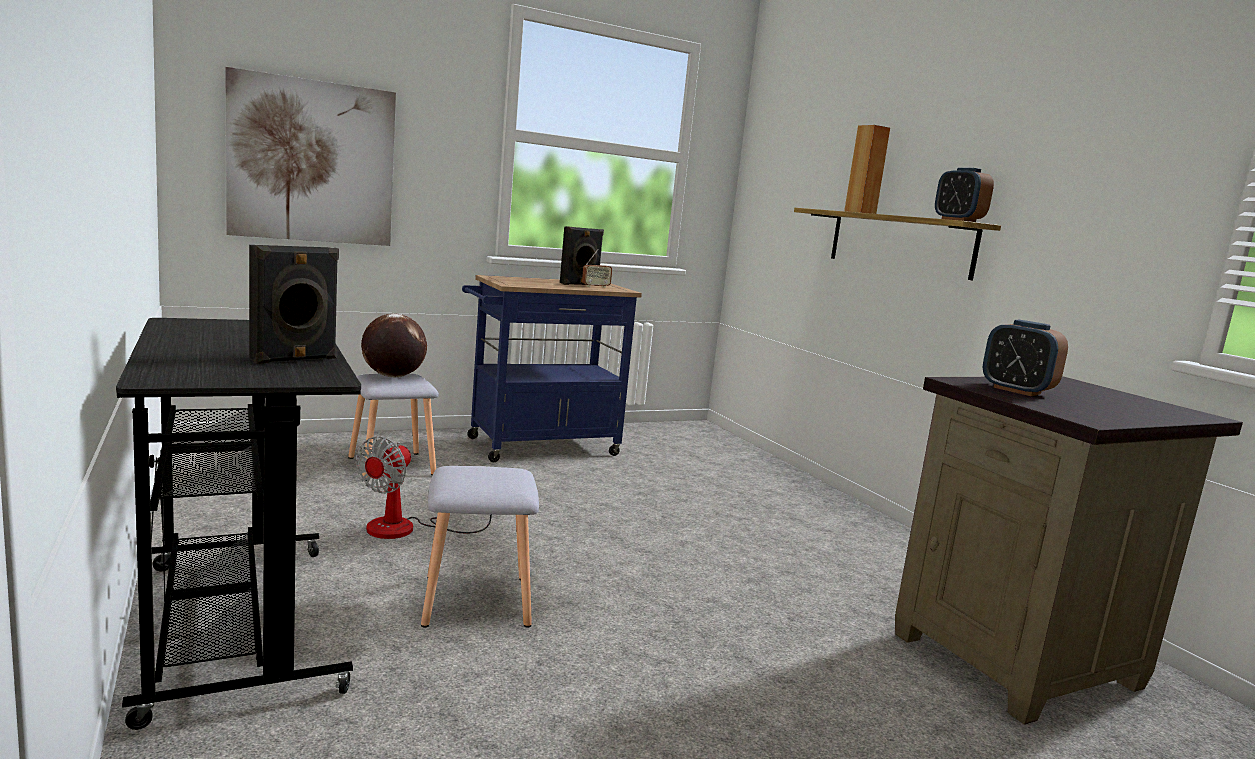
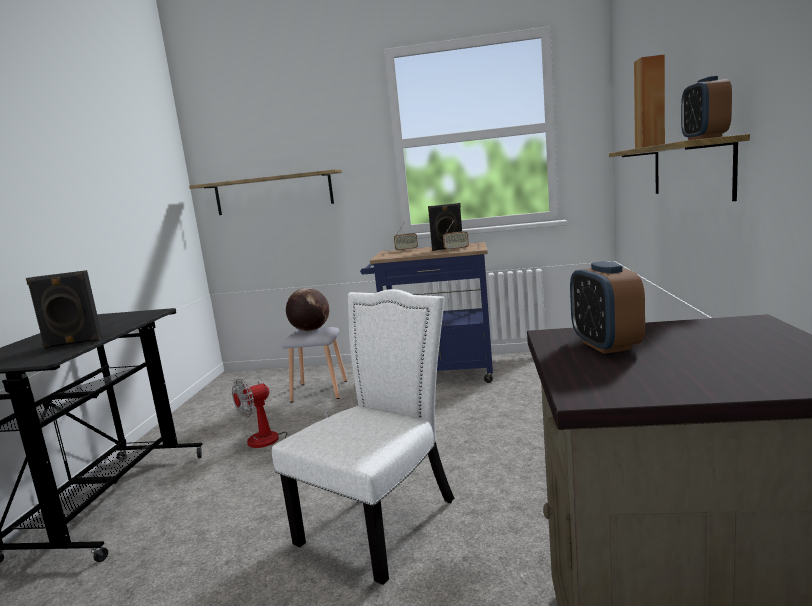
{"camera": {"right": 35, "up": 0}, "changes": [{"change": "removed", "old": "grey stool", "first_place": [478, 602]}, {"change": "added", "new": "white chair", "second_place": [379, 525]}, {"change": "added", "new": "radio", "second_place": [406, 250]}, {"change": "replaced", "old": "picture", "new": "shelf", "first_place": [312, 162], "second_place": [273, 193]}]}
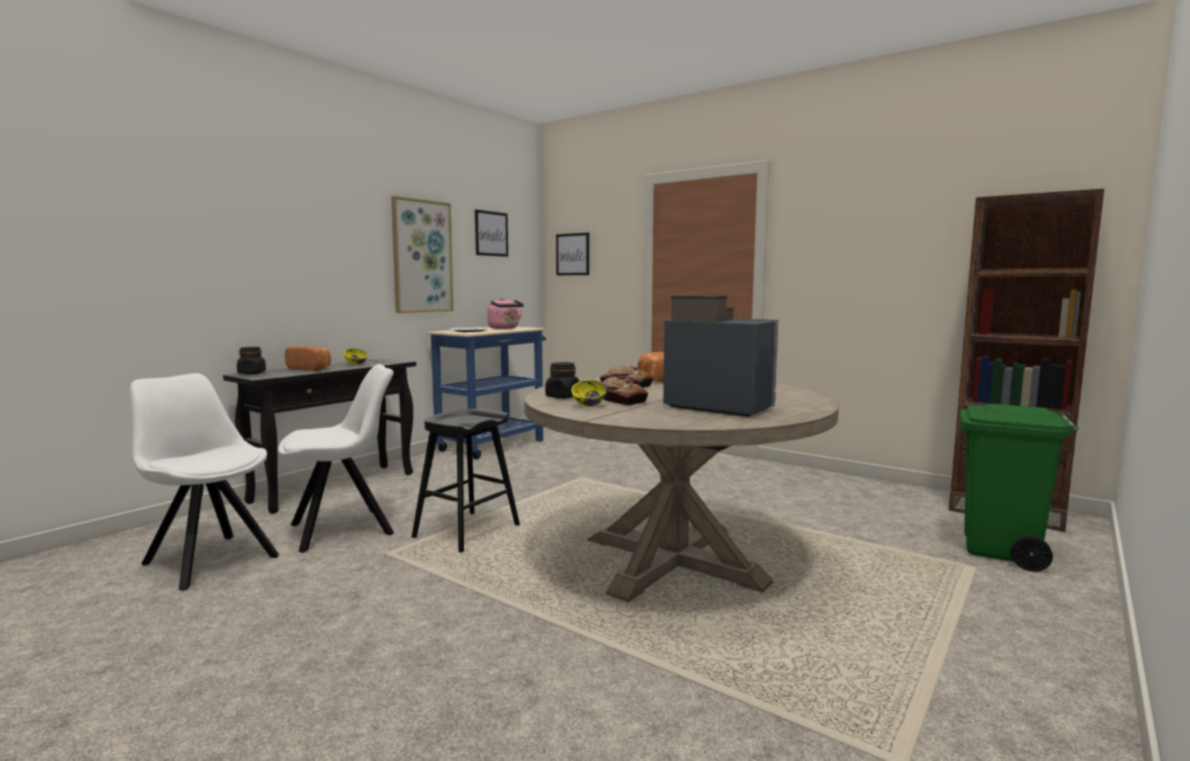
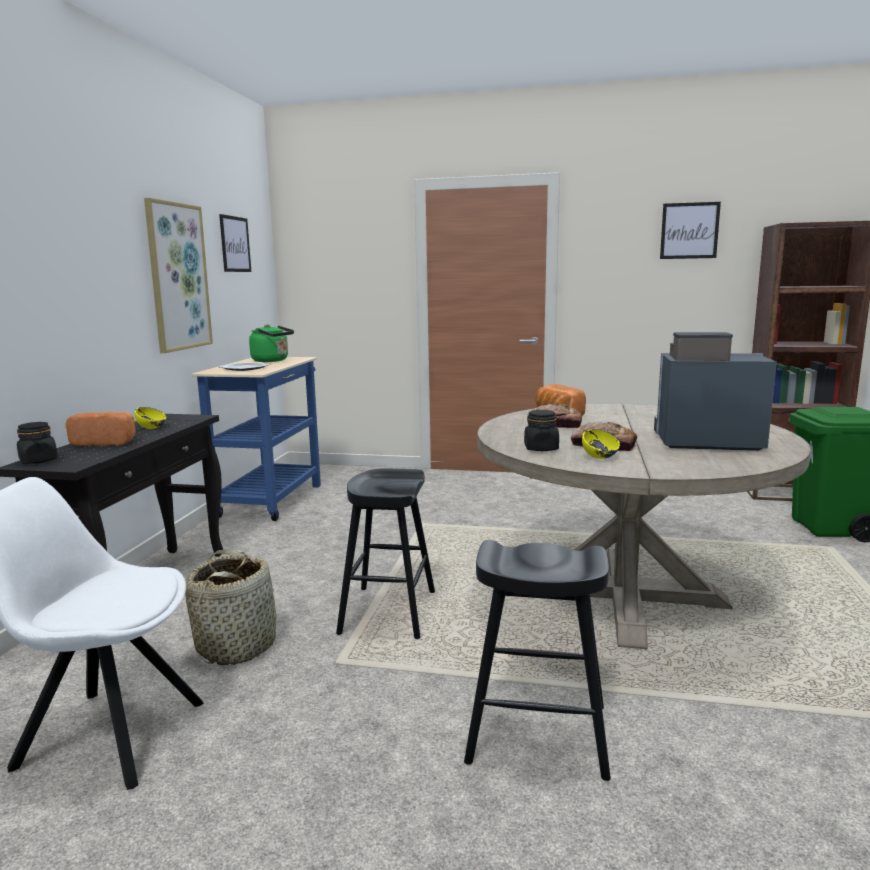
{"camera": {"right": -25, "up": 5}, "changes": [{"change": "added", "new": "black stool", "second_place": [538, 734]}, {"change": "moved", "old": "picture", "first_place": [572, 254], "second_place": [689, 230]}, {"change": "replaced", "old": "white chair", "new": "basket", "first_place": [343, 530], "second_place": [237, 645]}, {"change": "recoloured", "old": "pink kettle", "new": "green kettle", "first_place": [505, 328], "second_place": [272, 361]}]}
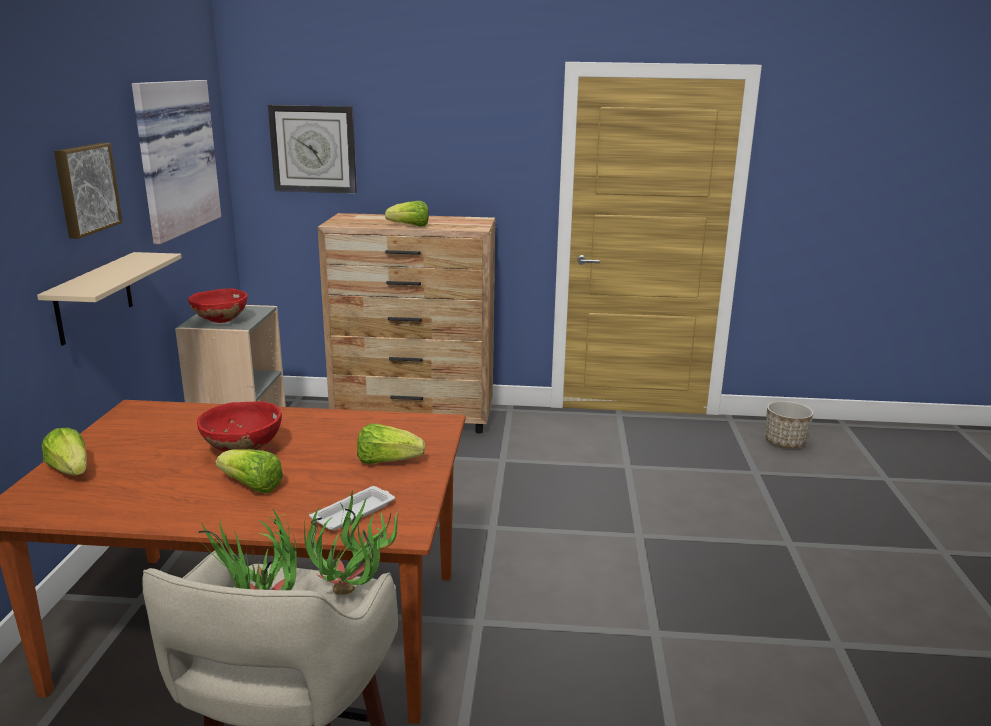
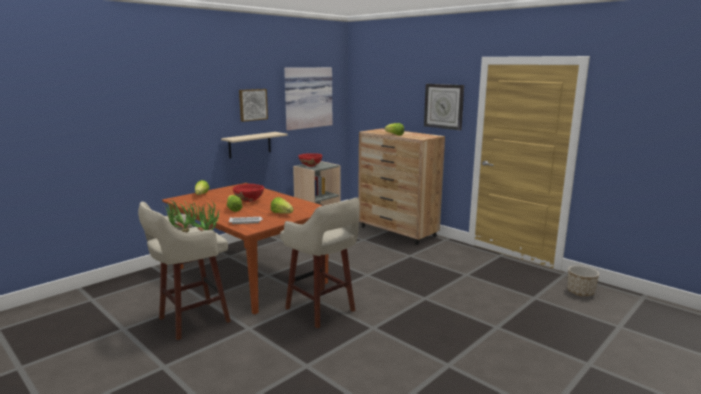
{"camera": {"right": 40, "up": -5}, "changes": [{"change": "added", "new": "beige stool", "second_place": [322, 311]}, {"change": "moved", "old": "wall clock", "first_place": [313, 149], "second_place": [444, 106]}]}
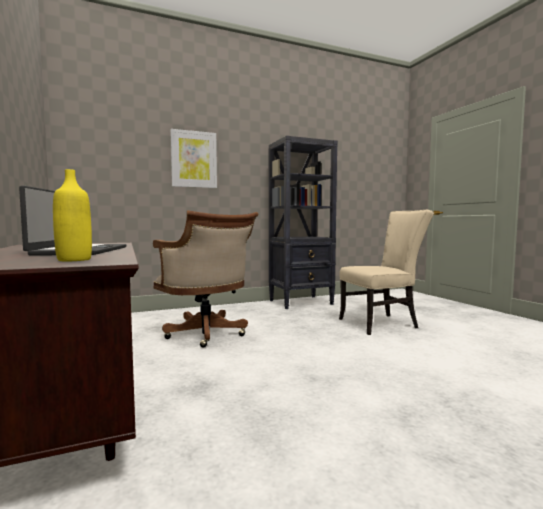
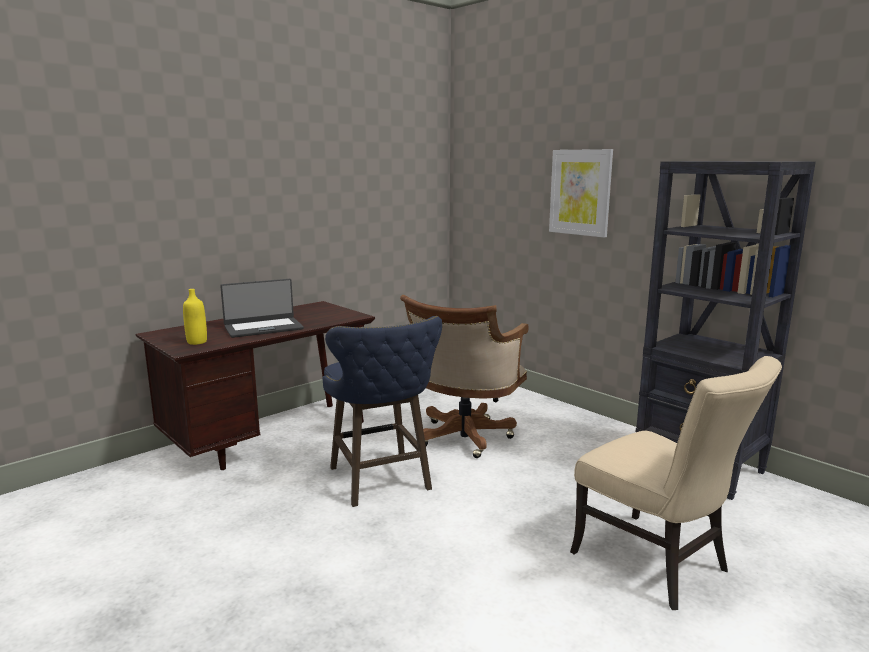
{"camera": {"right": 70, "up": 10}, "changes": [{"change": "added", "new": "blue stool", "second_place": [381, 481]}]}
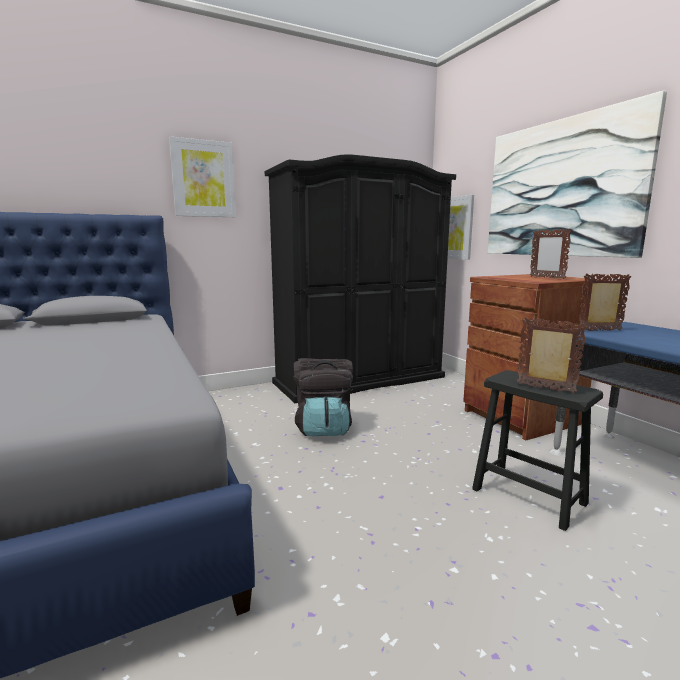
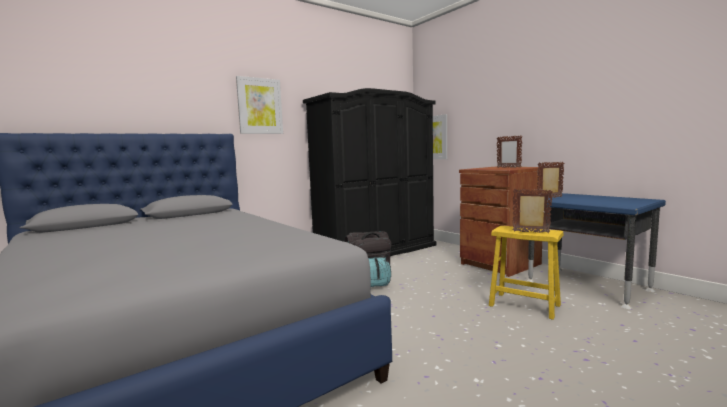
{"camera": {"right": -10, "up": -5}, "changes": [{"change": "removed", "old": "picture", "first_place": [560, 189]}, {"change": "recoloured", "old": "black stool", "new": "yellow stool", "first_place": [528, 496], "second_place": [524, 305]}]}
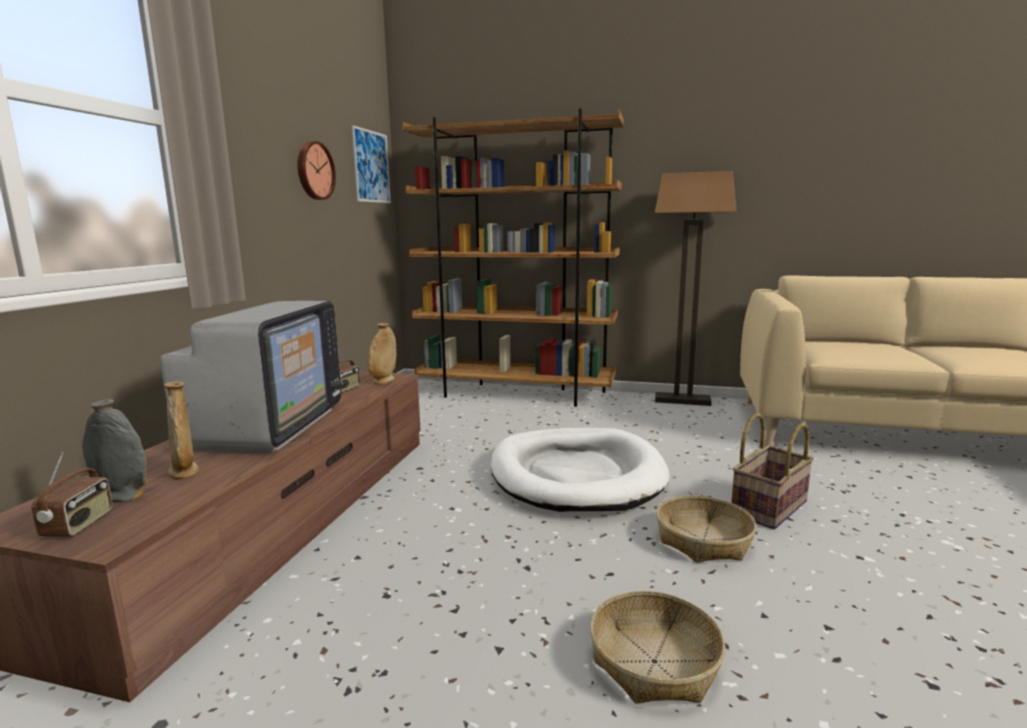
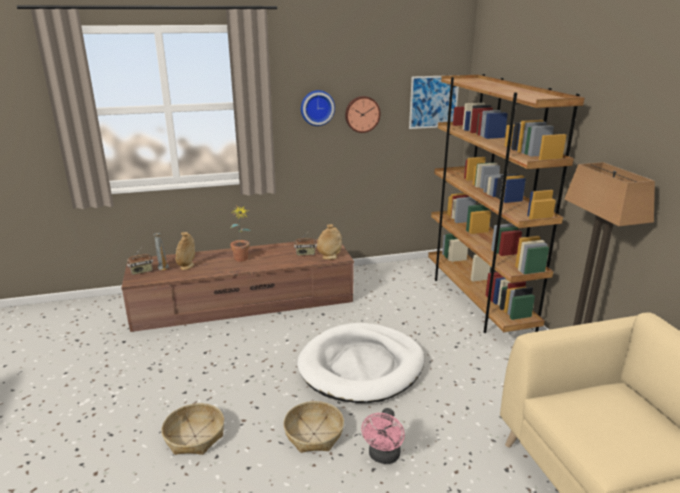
{"camera": {"right": 60, "up": 10}, "changes": [{"change": "added", "new": "wall clock", "second_place": [317, 107]}, {"change": "replaced", "old": "television", "new": "potted plant", "first_place": [268, 426], "second_place": [242, 260]}, {"change": "replaced", "old": "basket", "new": "pink fan", "first_place": [768, 507], "second_place": [383, 457]}]}
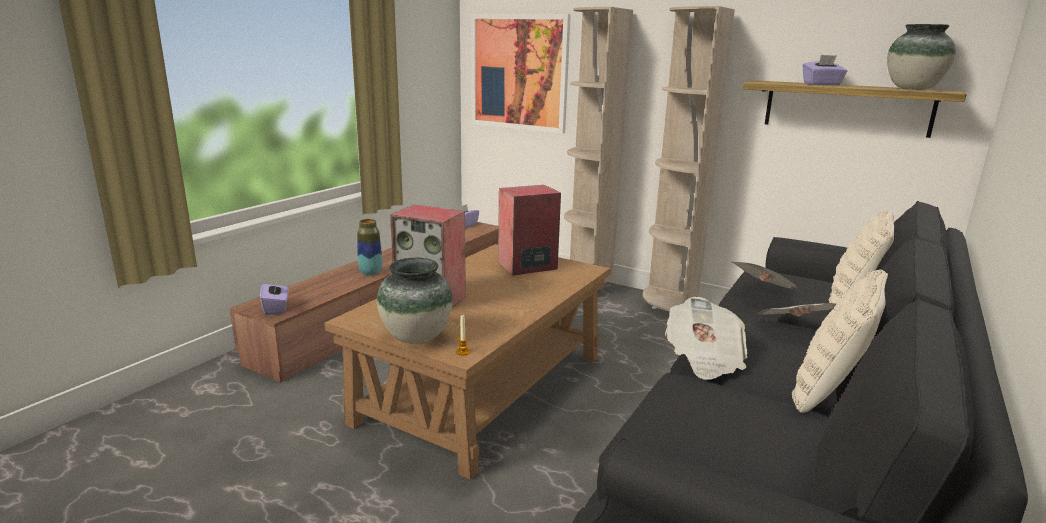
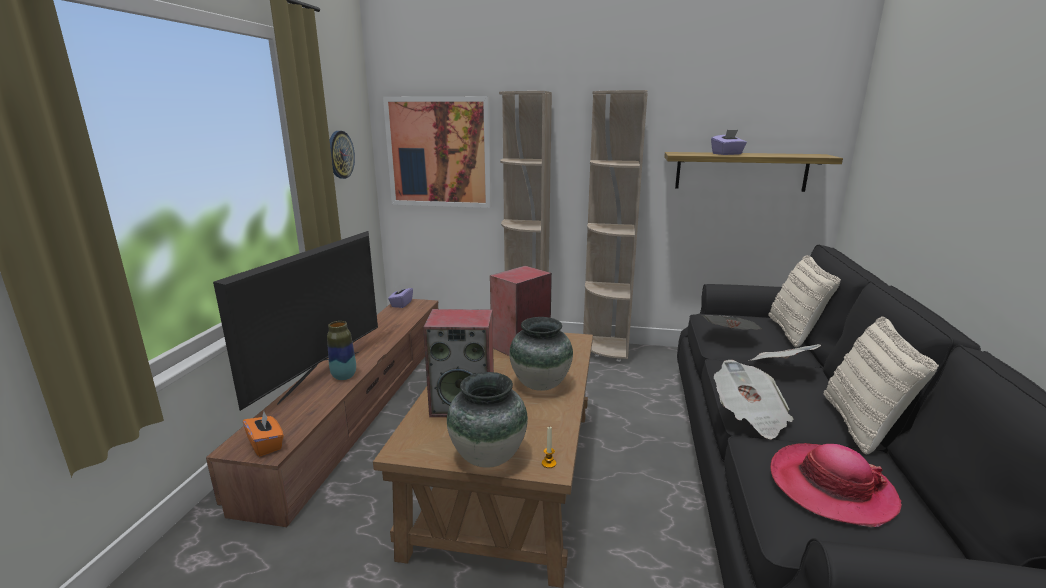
{"camera": {"right": -20, "up": 0}, "changes": [{"change": "added", "new": "television", "second_place": [320, 375]}, {"change": "added", "new": "wall clock", "second_place": [340, 154]}, {"change": "added", "new": "hat", "second_place": [830, 487]}, {"change": "moved", "old": "vase", "first_place": [913, 89], "second_place": [541, 384]}, {"change": "recoloured", "old": "purple tissue box", "new": "orange tissue box", "first_place": [276, 308], "second_place": [266, 445]}]}
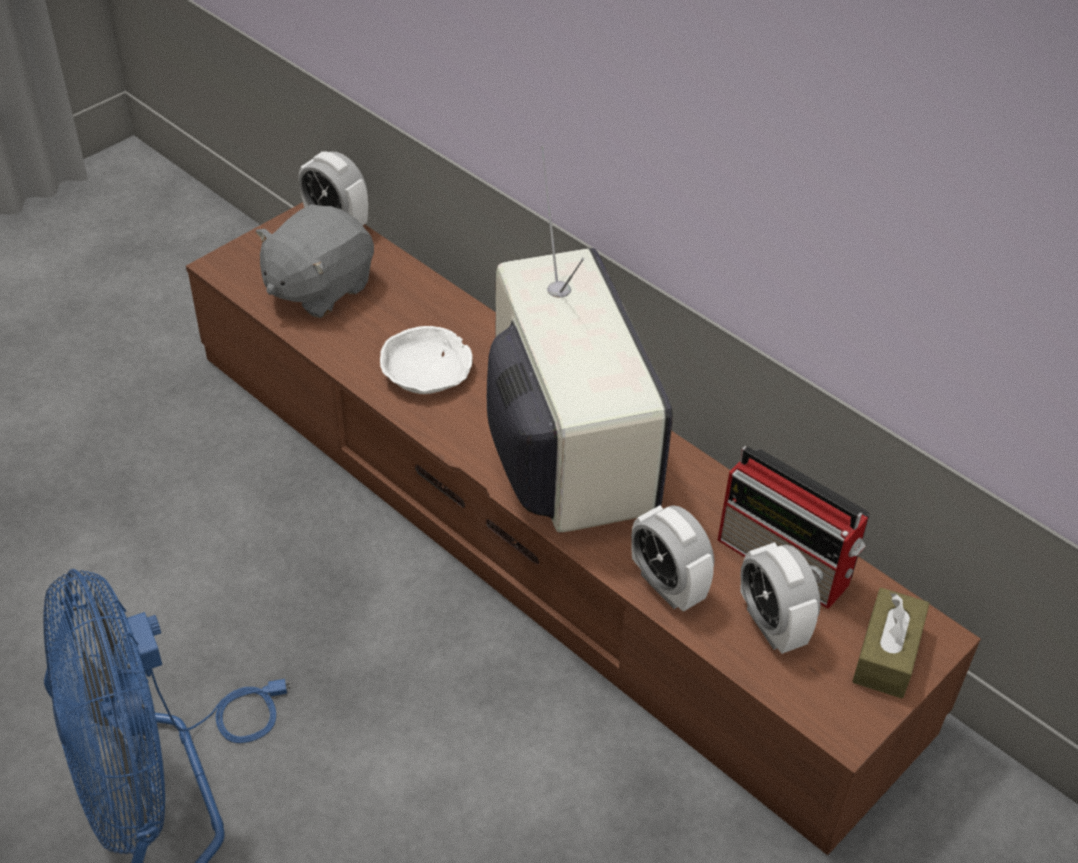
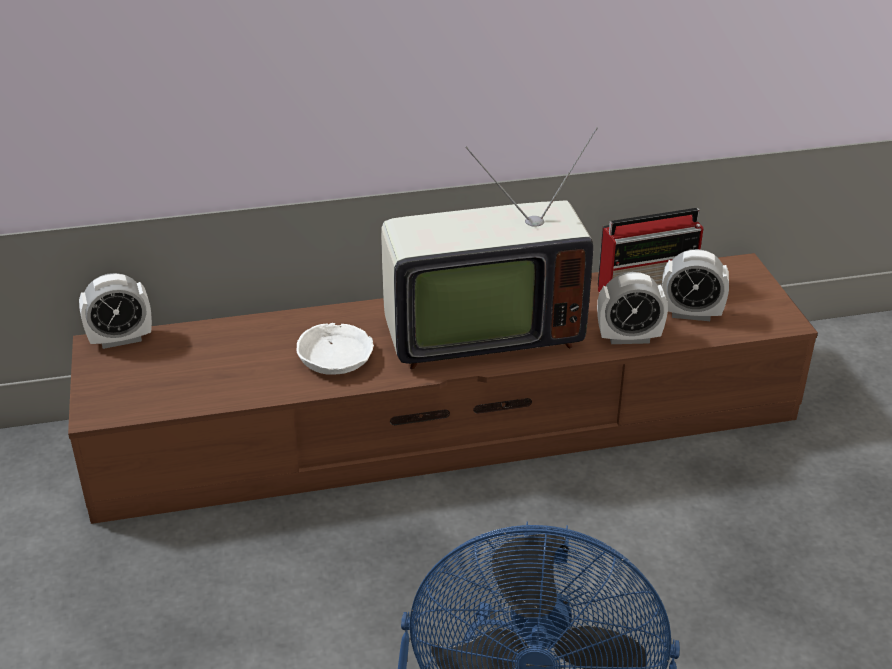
{"camera": {"right": -55, "up": -10}, "changes": [{"change": "removed", "old": "grey plush toy", "first_place": [318, 288]}, {"change": "removed", "old": "brown tissue box", "first_place": [887, 654]}, {"change": "turned", "old": "television", "first_place": [562, 454], "second_place": [478, 332], "degrees": 150}]}
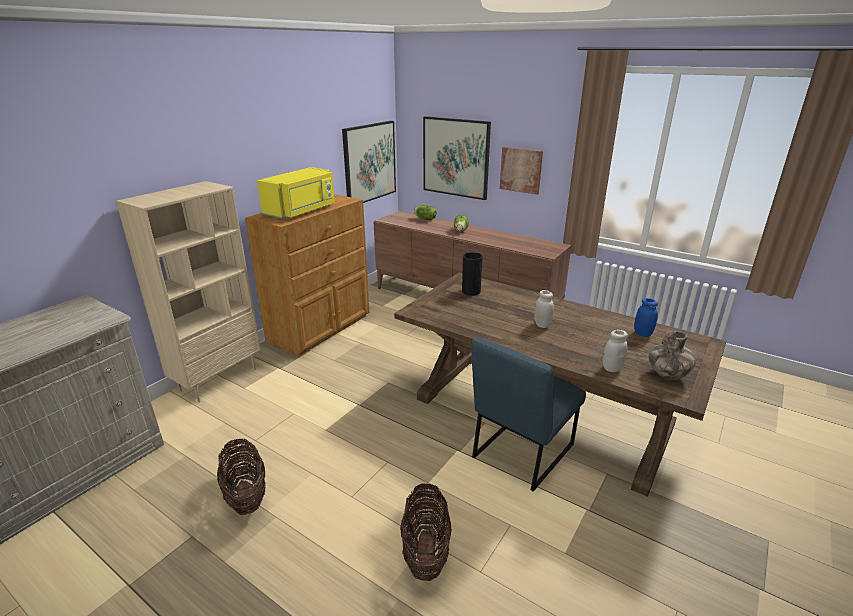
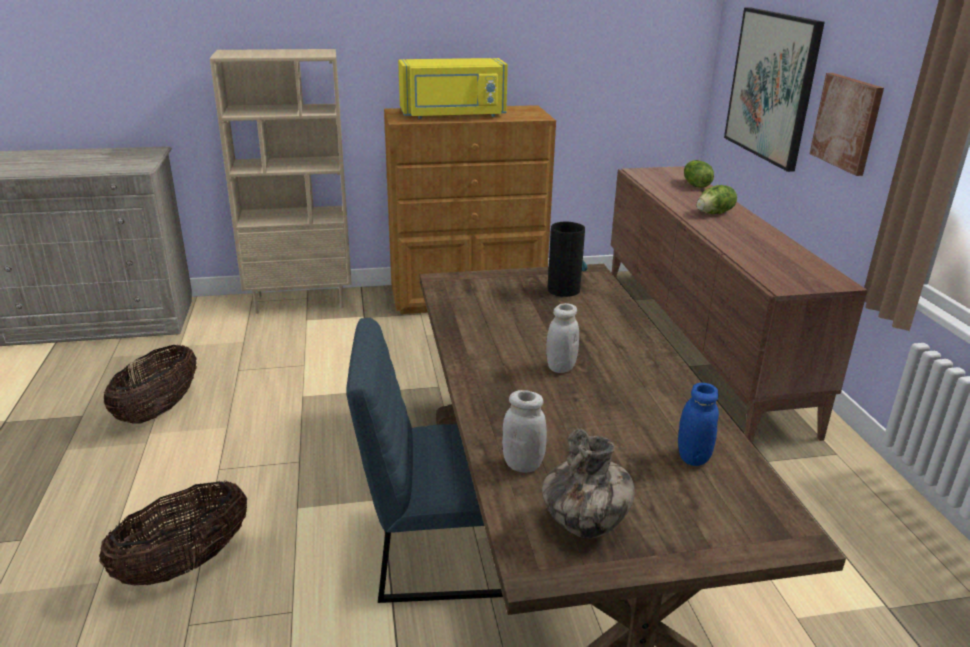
{"camera": {"right": 45, "up": 0}, "changes": [{"change": "removed", "old": "picture", "first_place": [369, 162]}]}
